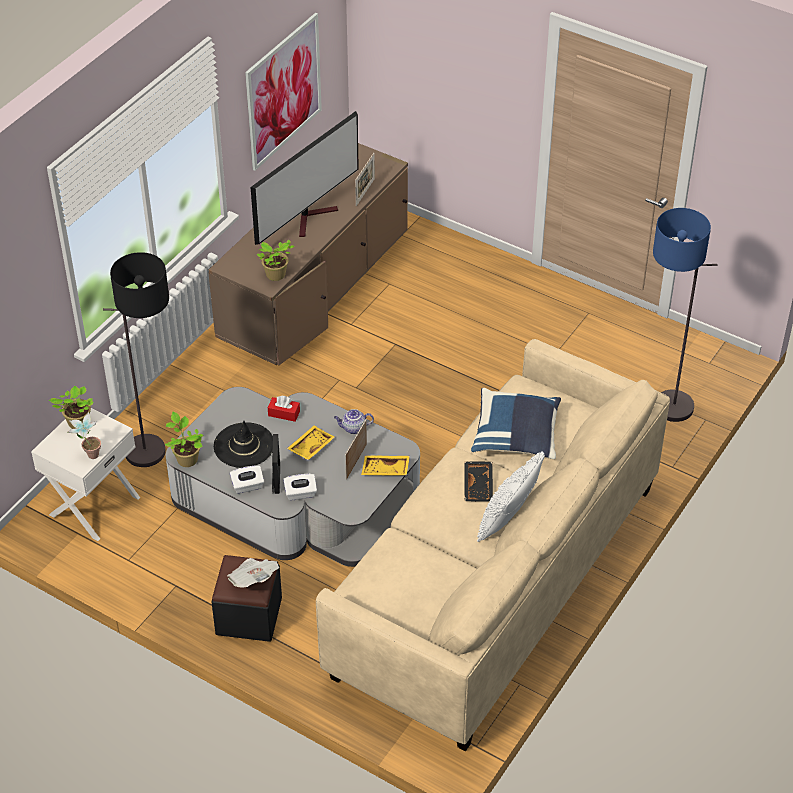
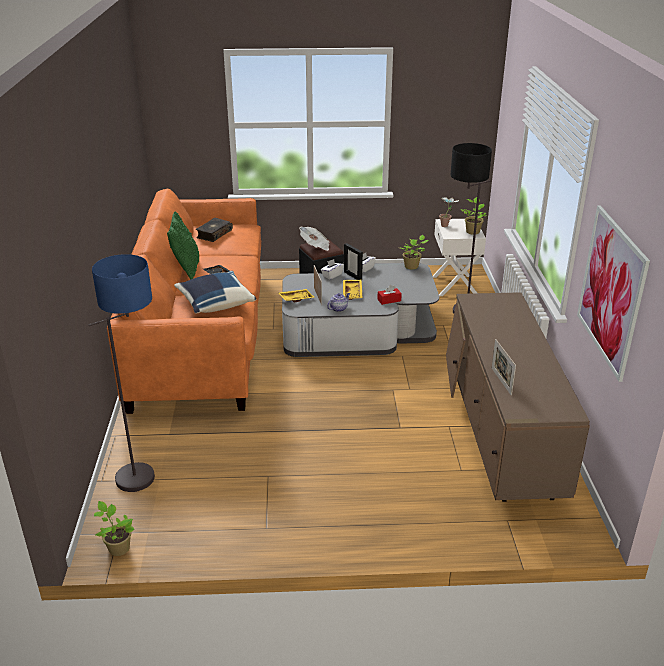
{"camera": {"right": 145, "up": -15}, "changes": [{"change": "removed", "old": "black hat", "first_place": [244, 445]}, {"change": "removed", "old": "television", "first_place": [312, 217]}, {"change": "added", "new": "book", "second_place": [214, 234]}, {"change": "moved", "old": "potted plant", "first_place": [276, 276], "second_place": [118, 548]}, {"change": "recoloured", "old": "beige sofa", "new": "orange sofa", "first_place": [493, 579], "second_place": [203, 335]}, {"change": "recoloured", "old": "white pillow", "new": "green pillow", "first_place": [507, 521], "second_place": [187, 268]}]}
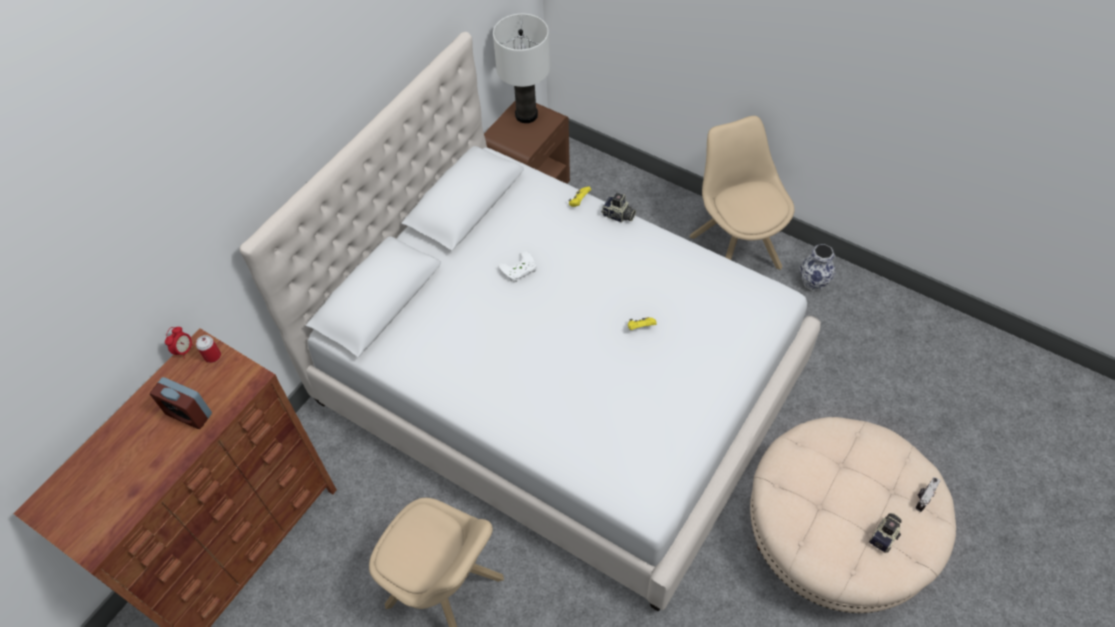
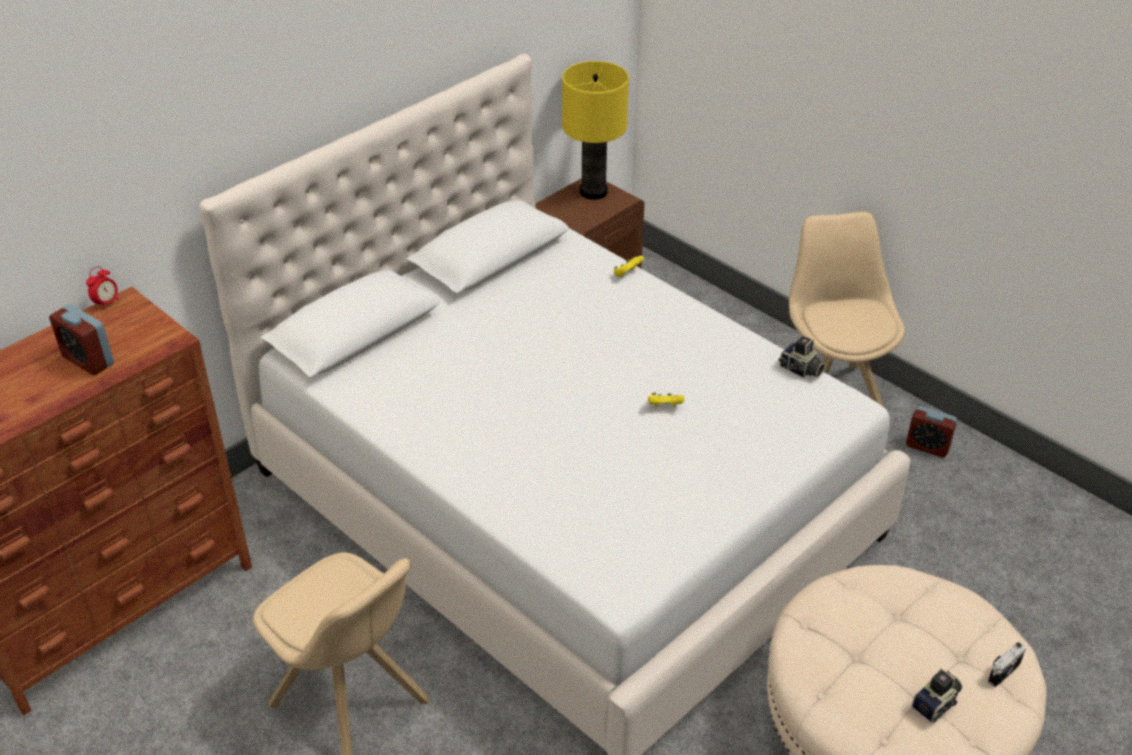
{"camera": {"right": 10, "up": -15}, "changes": [{"change": "removed", "old": "can", "first_place": [212, 356]}, {"change": "removed", "old": "white game controller", "first_place": [519, 270]}, {"change": "moved", "old": "photo camera", "first_place": [618, 216], "second_place": [800, 370]}, {"change": "replaced", "old": "vase", "new": "alarm clock", "first_place": [814, 282], "second_place": [927, 446]}, {"change": "recoloured", "old": "white table lamp", "new": "yellow table lamp", "first_place": [526, 115], "second_place": [594, 191]}]}
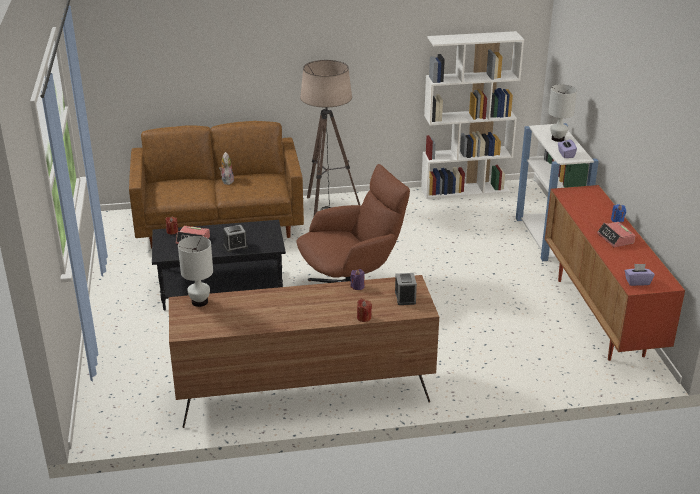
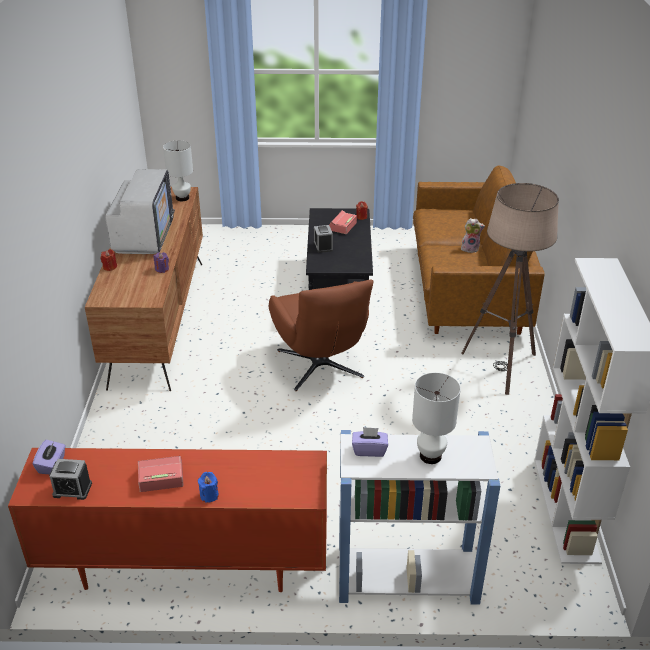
{"camera": {"right": 100, "up": 5}, "changes": [{"change": "added", "new": "television", "second_place": [144, 237]}, {"change": "moved", "old": "alarm clock", "first_place": [405, 297], "second_place": [72, 489]}]}
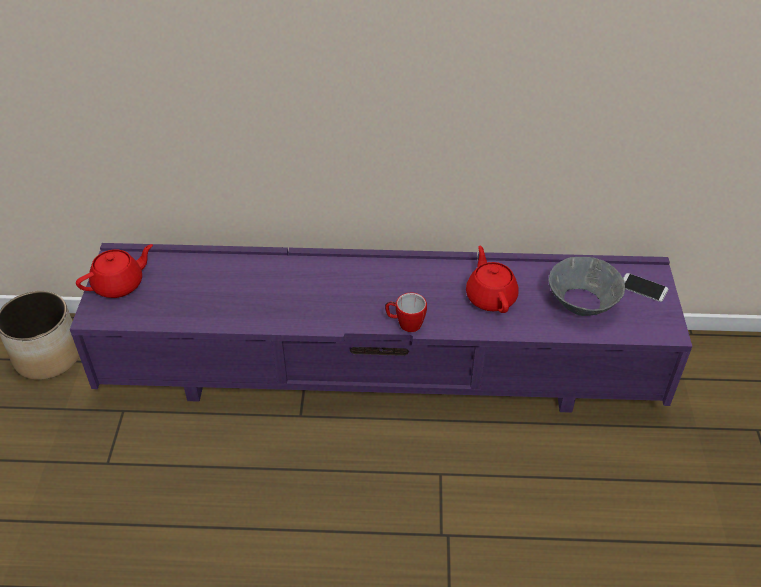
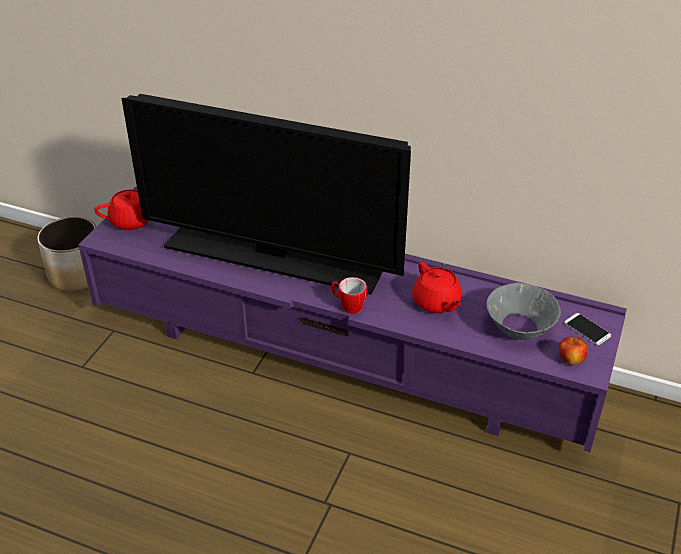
{"camera": {"right": 20, "up": -5}, "changes": [{"change": "added", "new": "television", "second_place": [273, 259]}, {"change": "added", "new": "apple", "second_place": [571, 360]}, {"change": "turned", "old": "red teapot", "first_place": [490, 297], "second_place": [436, 302], "degrees": 150}]}
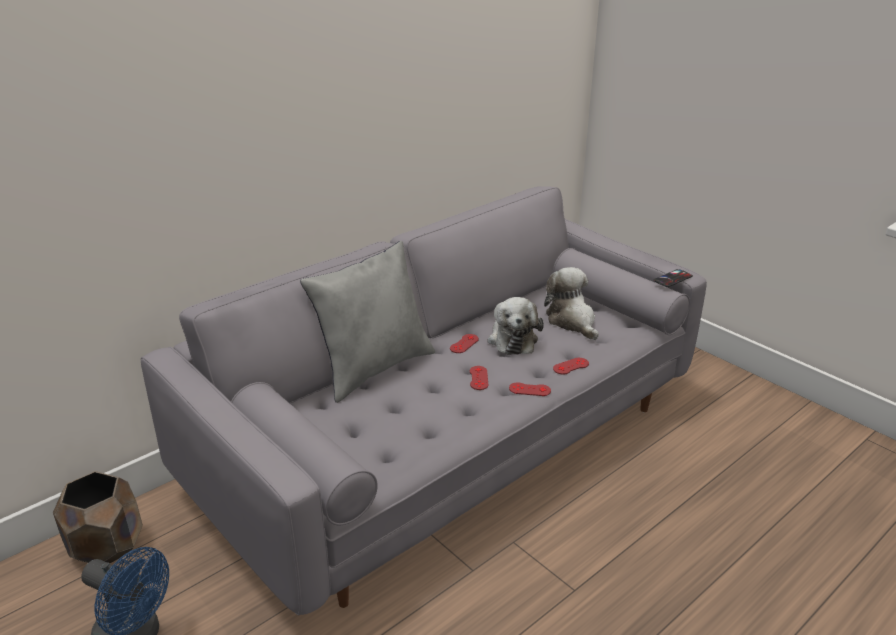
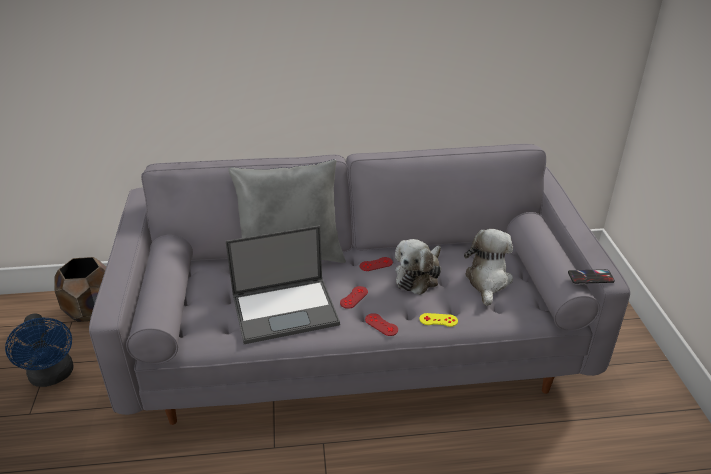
{"camera": {"right": 35, "up": 5}, "changes": [{"change": "added", "new": "laptop", "second_place": [286, 309]}, {"change": "recoloured", "old": "red game controller", "new": "yellow game controller", "first_place": [571, 366], "second_place": [438, 320]}]}
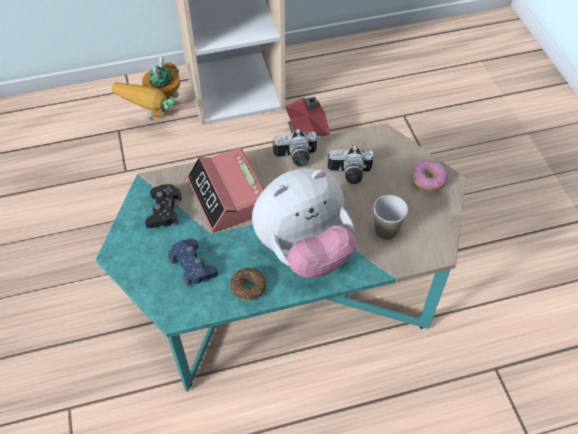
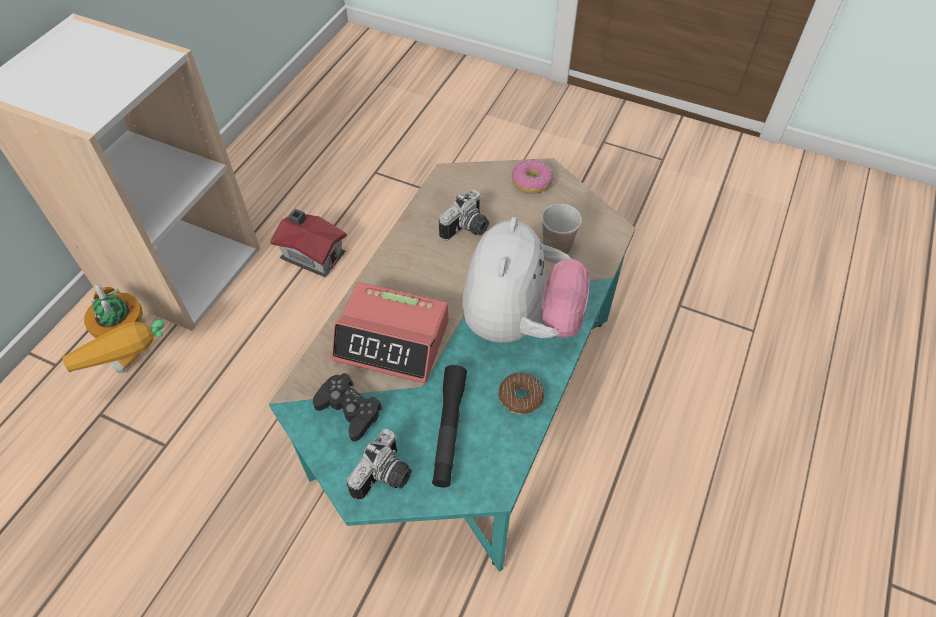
{"camera": {"right": -50, "up": 0}, "changes": [{"change": "moved", "old": "photo camera", "first_place": [296, 158], "second_place": [385, 478]}, {"change": "replaced", "old": "blue game controller", "new": "black flashlight", "first_place": [193, 266], "second_place": [449, 429]}]}
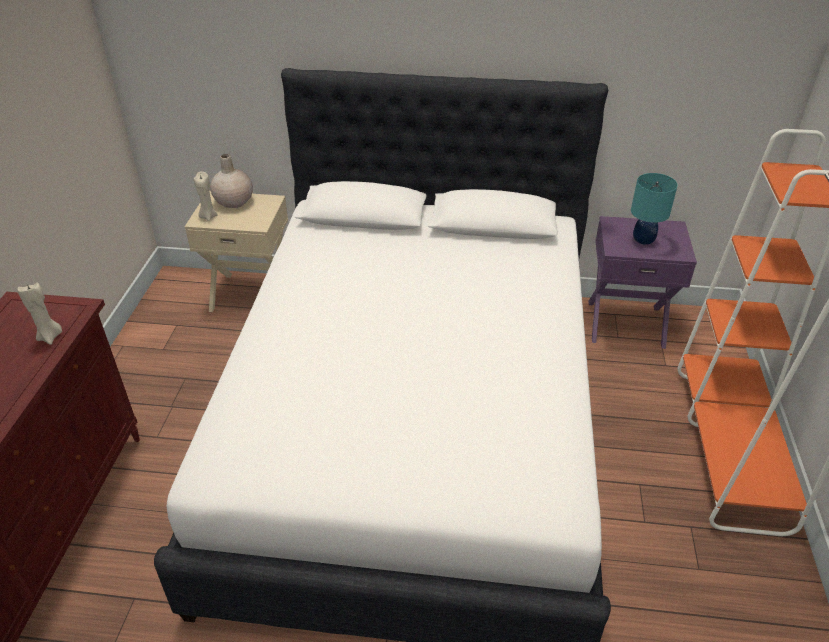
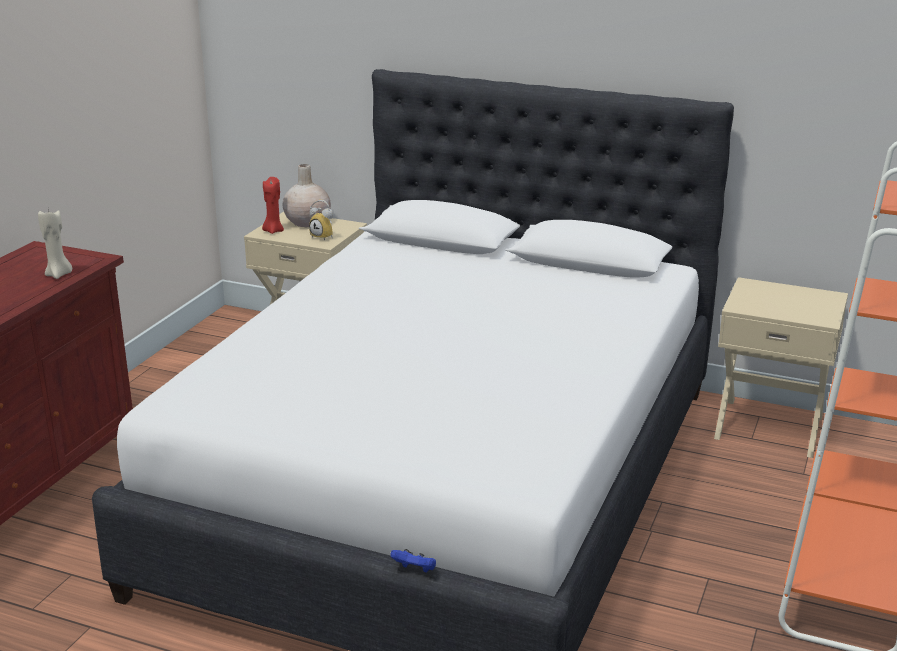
{"camera": {"right": 15, "up": -15}, "changes": [{"change": "removed", "old": "turquoise table lamp", "first_place": [642, 241]}, {"change": "added", "new": "alarm clock", "second_place": [324, 236]}, {"change": "added", "new": "blue game controller", "second_place": [415, 570]}, {"change": "recoloured", "old": "beige candle", "new": "red candle", "first_place": [208, 216], "second_place": [273, 231]}, {"change": "recoloured", "old": "purple nightstand", "new": "beige nightstand", "first_place": [625, 323], "second_place": [769, 426]}]}
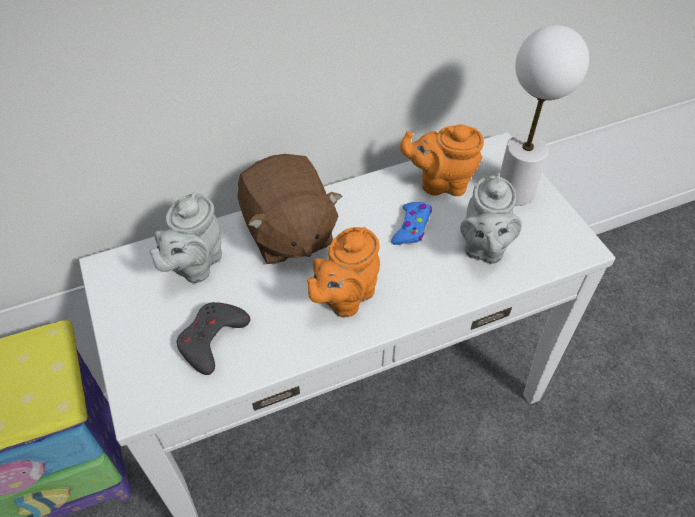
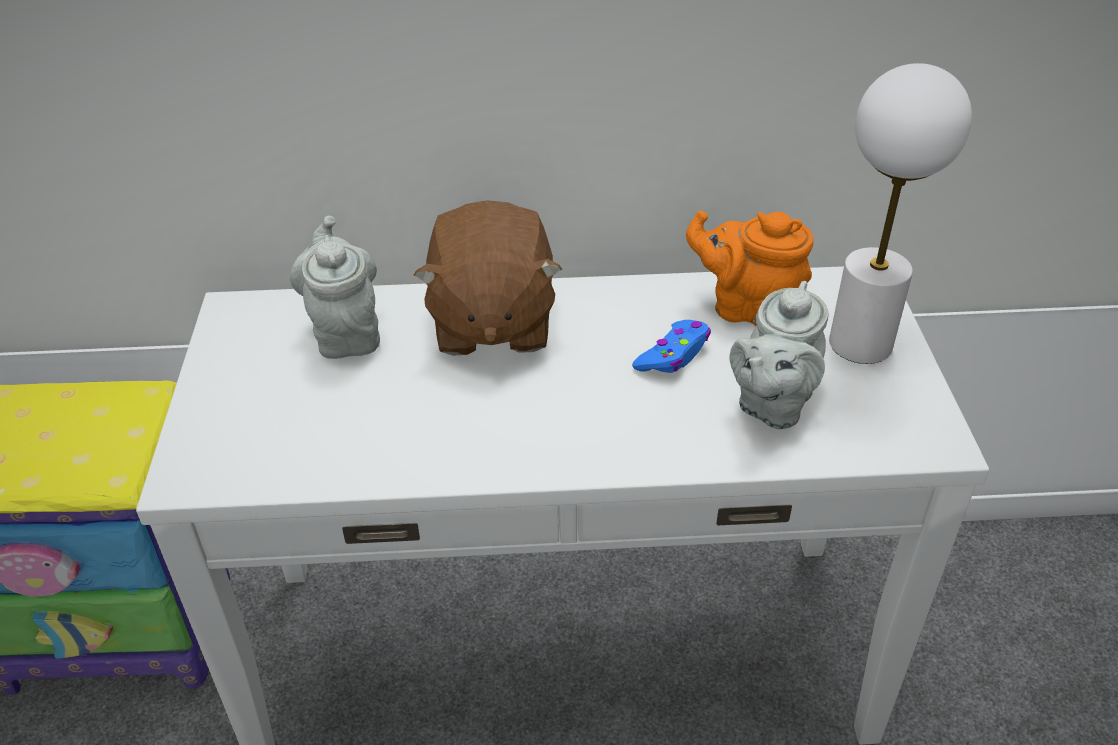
{"camera": {"right": 20, "up": -10}, "changes": [{"change": "removed", "old": "grey game controller", "first_place": [212, 339]}, {"change": "removed", "old": "orange teapot", "first_place": [345, 297]}, {"change": "turned", "old": "grey teapot", "first_place": [195, 265], "second_place": [345, 332], "degrees": 120}]}
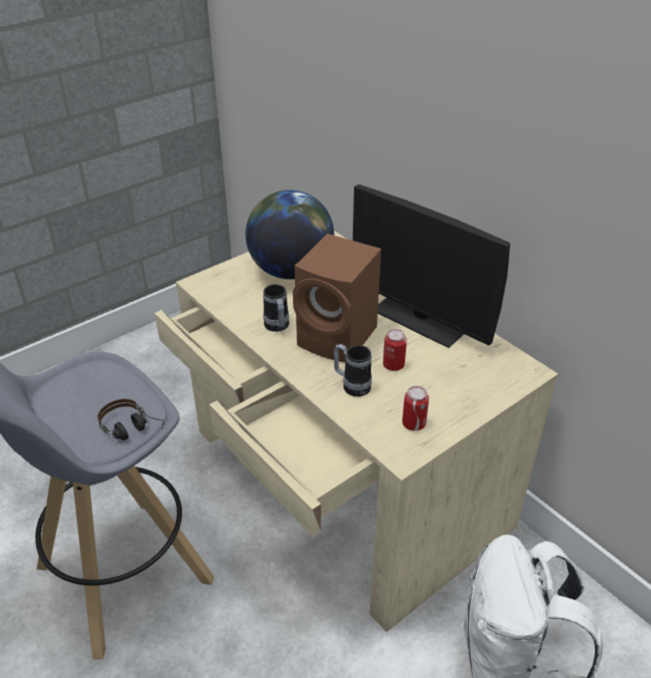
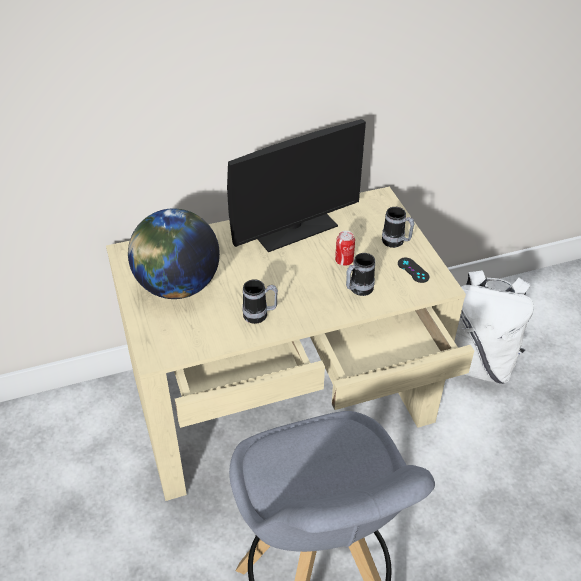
{"camera": {"right": -70, "up": 5}, "changes": [{"change": "removed", "old": "headphones", "first_place": [133, 430]}, {"change": "removed", "old": "brown speaker", "first_place": [339, 338]}, {"change": "added", "new": "mug", "second_place": [396, 243]}, {"change": "replaced", "old": "can", "new": "black game controller", "first_place": [413, 424], "second_place": [413, 270]}]}
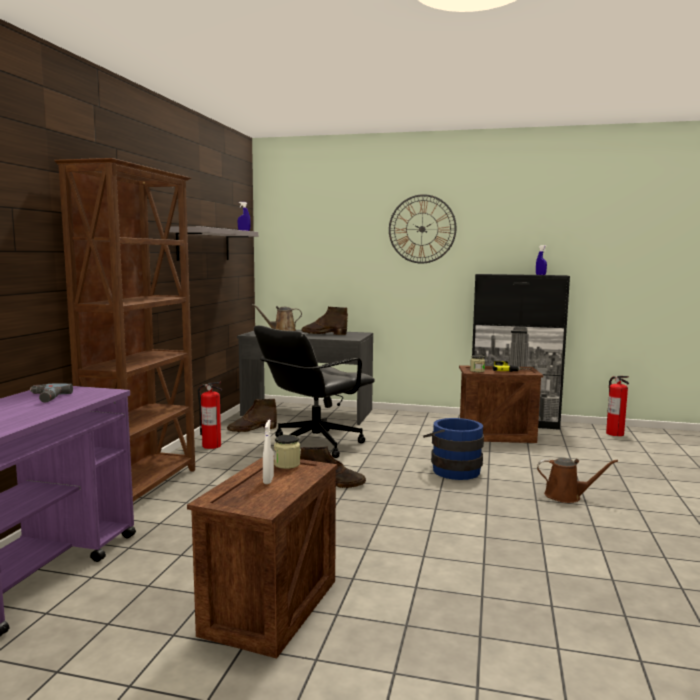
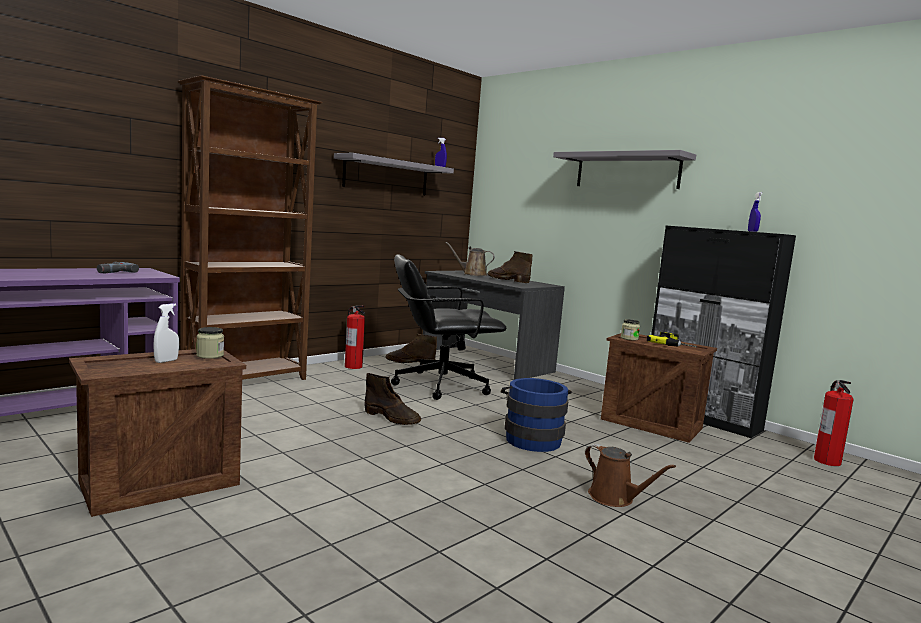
{"camera": {"right": 30, "up": 0}, "changes": [{"change": "replaced", "old": "wall clock", "new": "grey shelf", "first_place": [422, 229], "second_place": [627, 171]}]}
